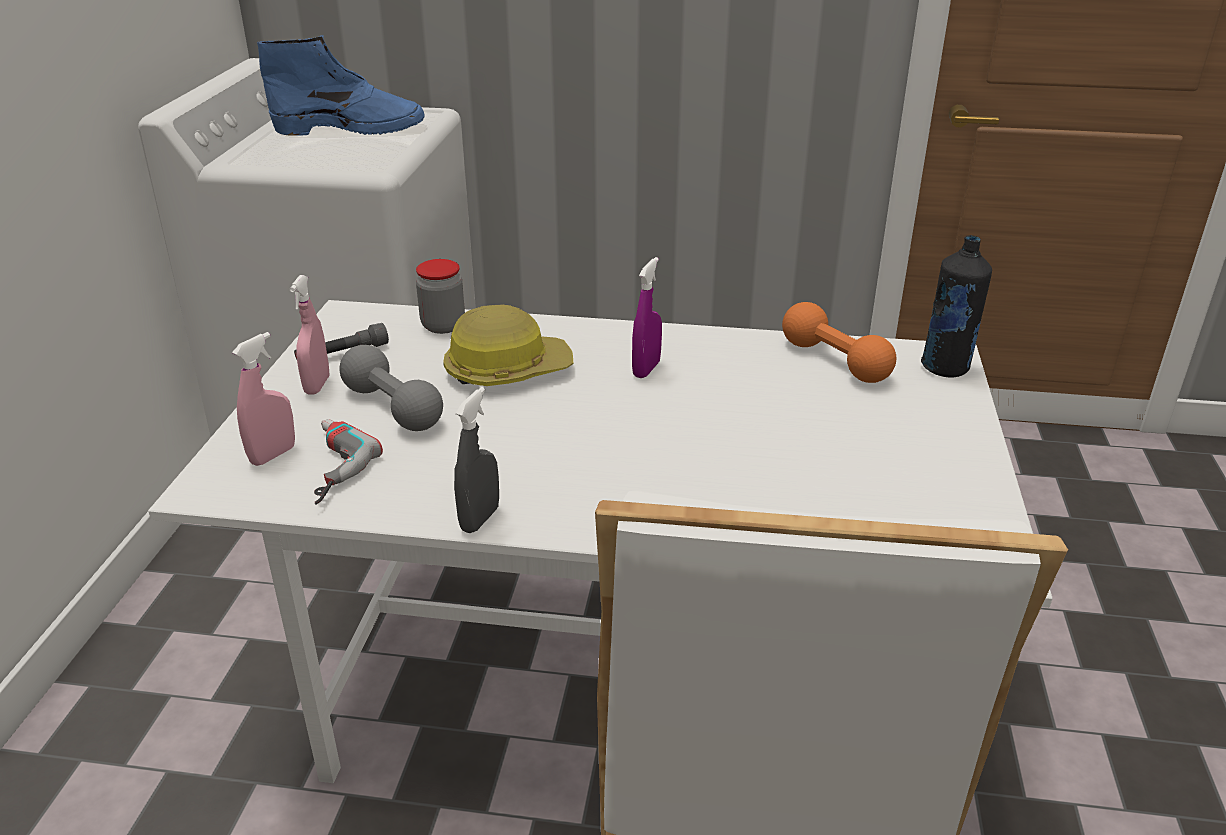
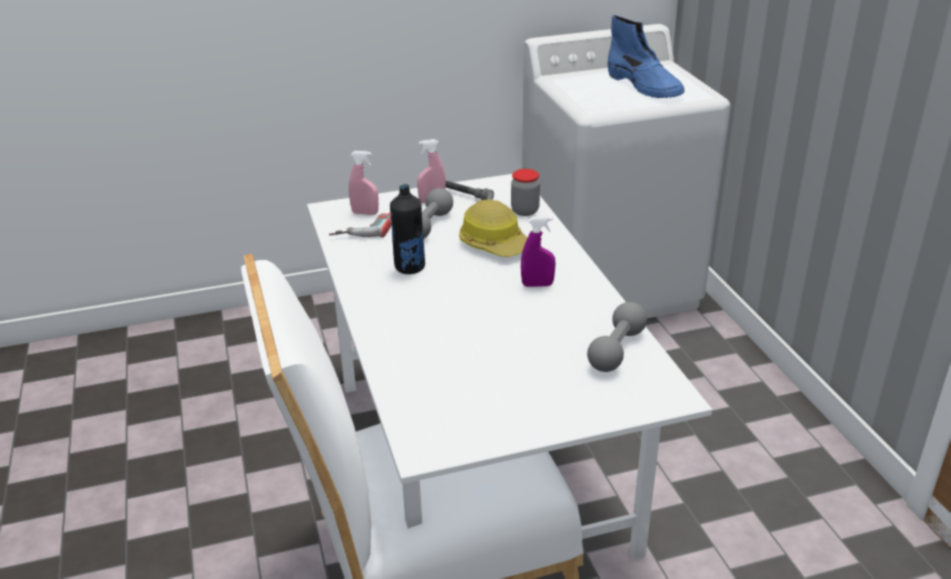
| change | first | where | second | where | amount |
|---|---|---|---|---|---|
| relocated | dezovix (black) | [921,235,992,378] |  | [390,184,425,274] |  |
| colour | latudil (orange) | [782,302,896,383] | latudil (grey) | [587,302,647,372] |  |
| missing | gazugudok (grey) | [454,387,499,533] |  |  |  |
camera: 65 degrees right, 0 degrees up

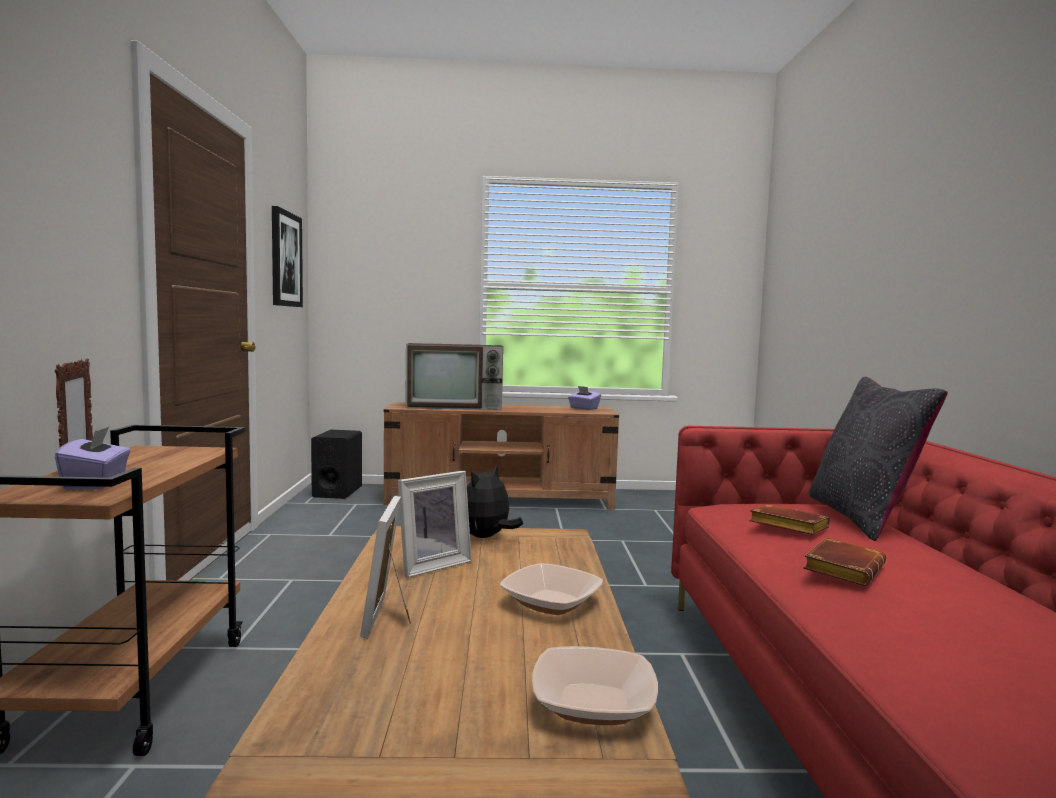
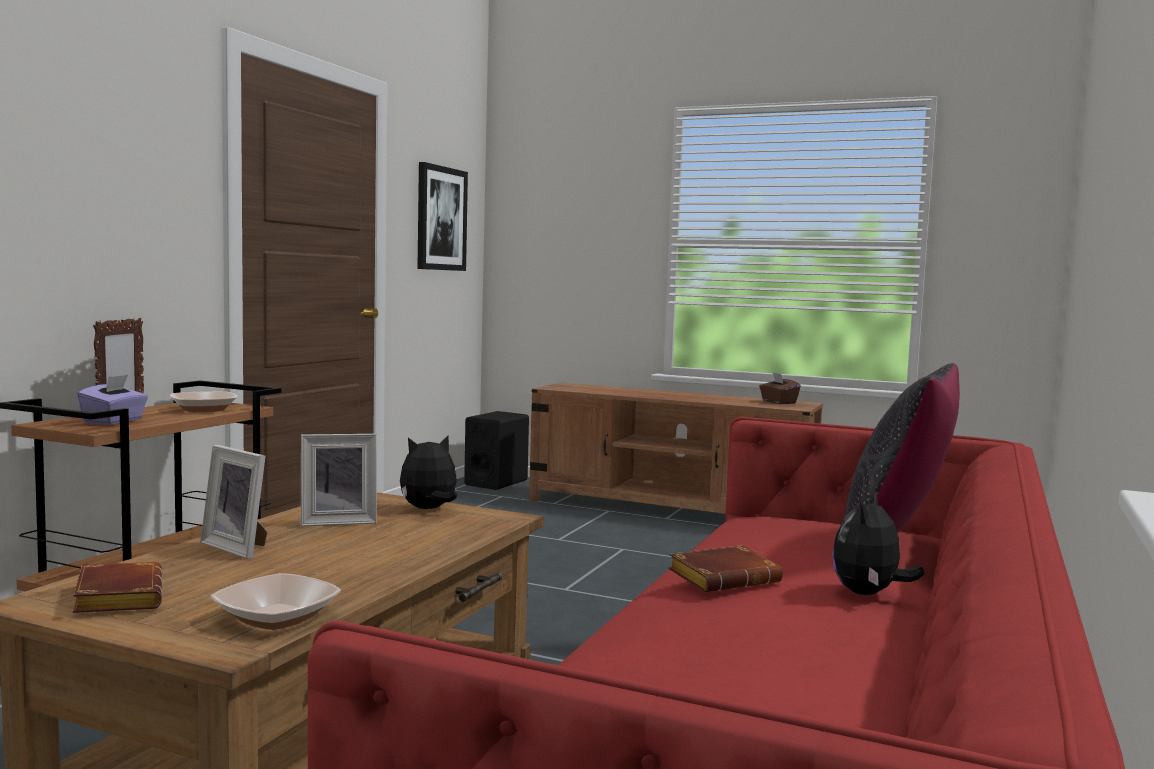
| change | first | where | second | where | amount |
|---|---|---|---|---|---|
| missing | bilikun | [405,343,503,410] |  |  |  |
| colour | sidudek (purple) | [568,386,601,410] | sidudek (brown) | [759,373,801,404] |  |
| spun | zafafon | [360,496,411,638] |  | [200,445,268,559] | 75 degrees counterclockwise |
| relocated | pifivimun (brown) | [749,504,830,535] |  | [73,562,162,613] |  |
| relocated | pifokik | [500,563,603,615] |  | [170,391,237,412] |  |
| appeared |  |  | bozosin | [832,492,924,595] |  |
camera: 25 degrees right, 0 degrees up

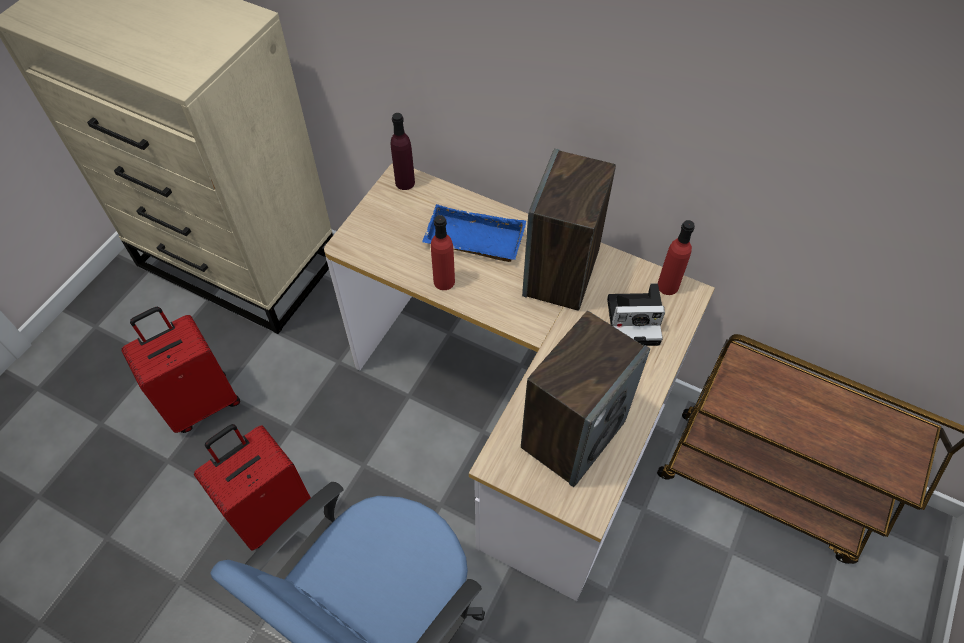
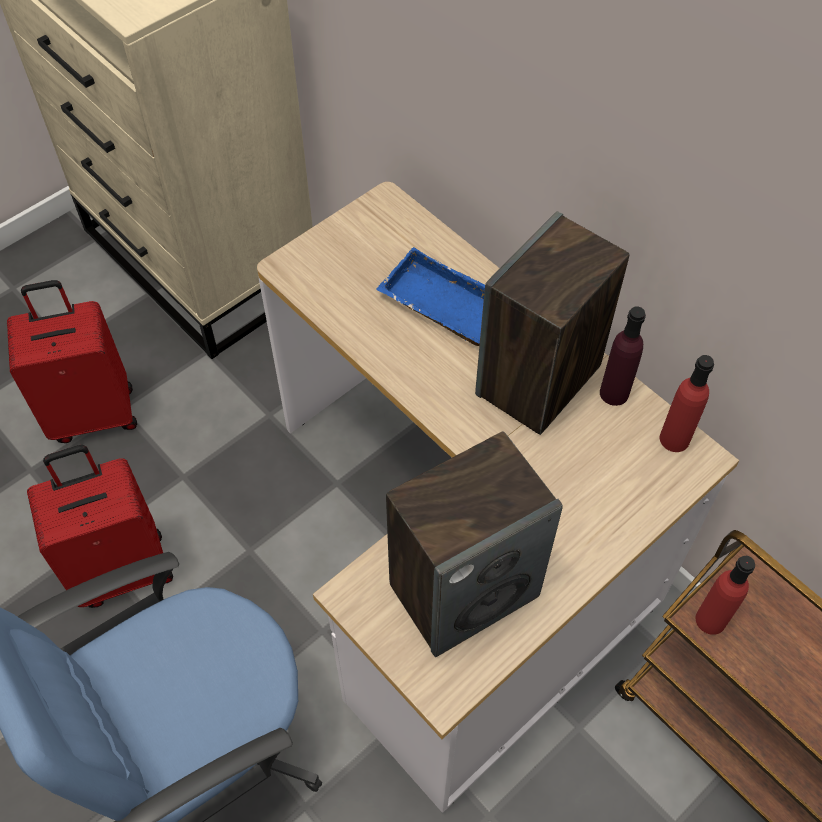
| change | first | where | second | where | amount |
|---|---|---|---|---|---|
| relocated | dezovix (purple) | [391,113,415,190] |  | [600,307,646,406] |  |
| relocated | dezovix (red) | [431,215,455,290] |  | [696,556,755,635] |  |
| missing | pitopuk | [607,283,665,346] |  |  |  |
camera: 20 degrees right, 0 degrees up

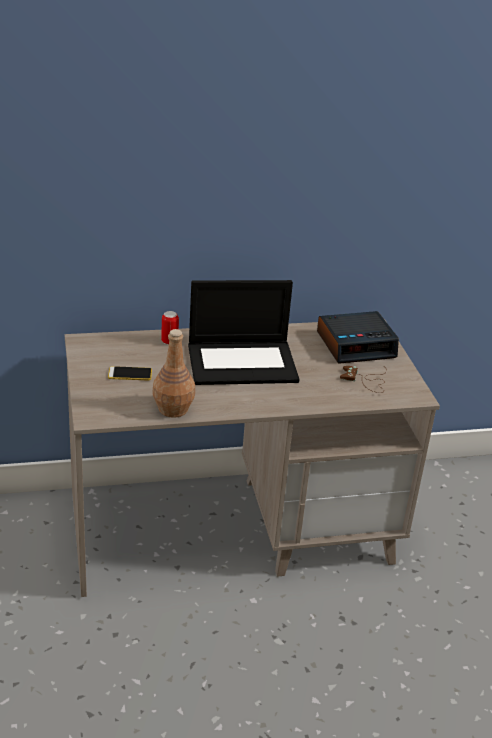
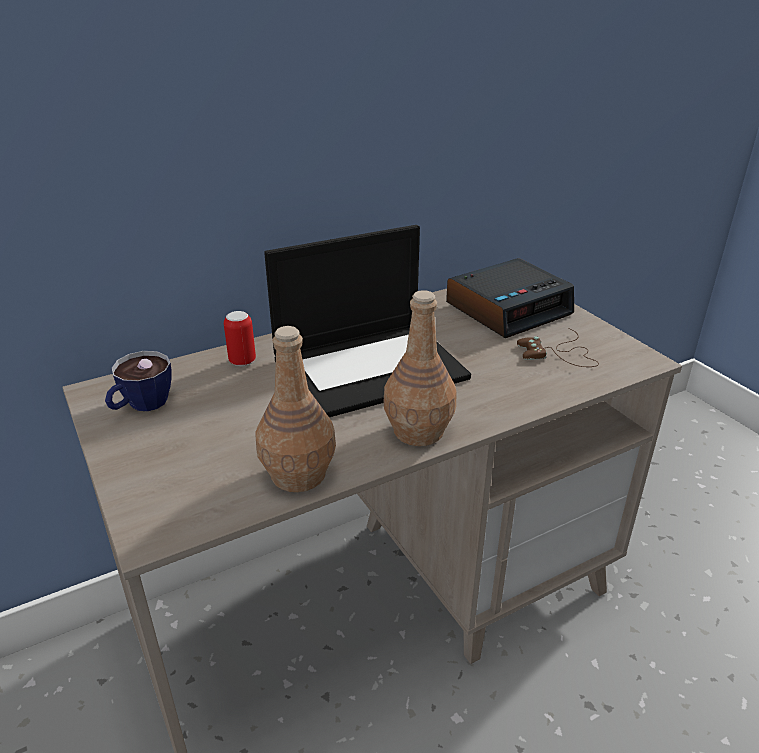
| change | first | where | second | where | amount |
|---|---|---|---|---|---|
| missing | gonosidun | [108,366,152,381] |  |  |  |
| appeared |  |  | dezovix (brown) | [383,290,456,446] |  |
| appeared |  |  | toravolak | [105,351,171,411] |  |
camera: 15 degrees left, 0 degrees up

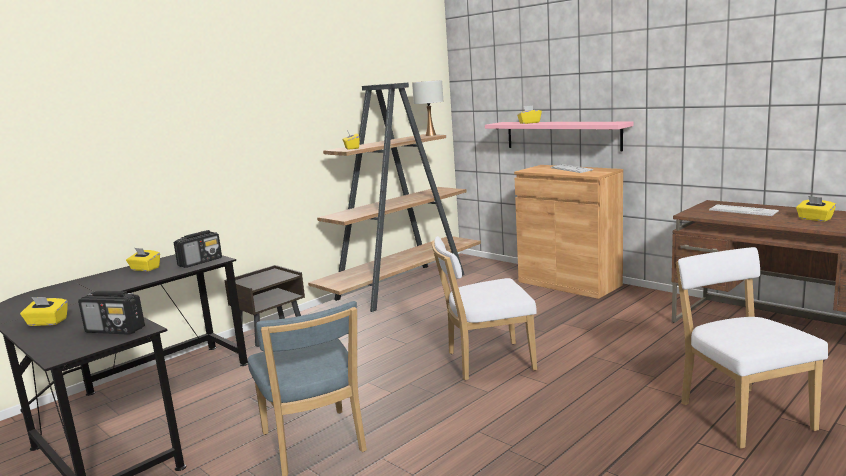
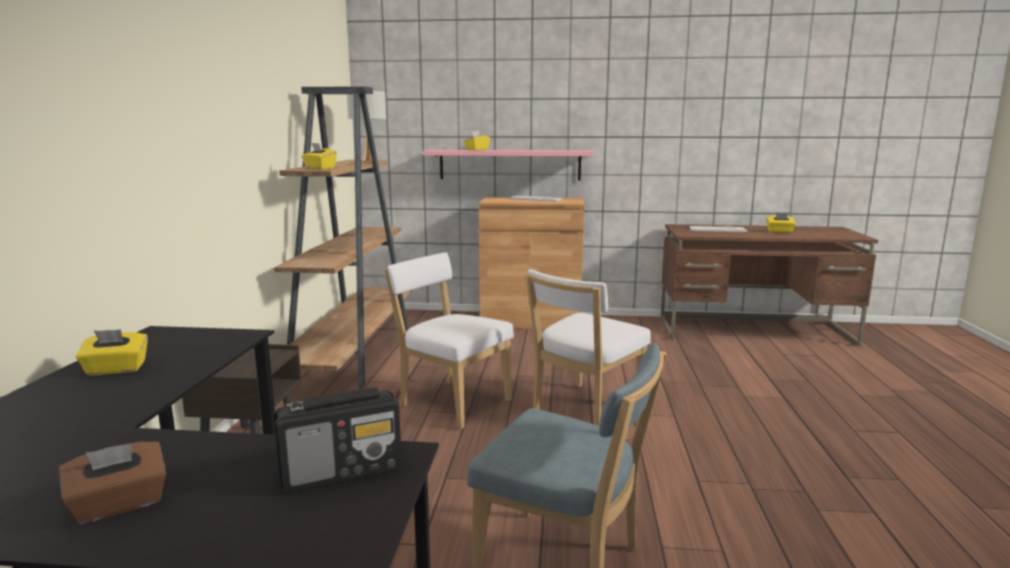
| change | first | where | second | where | amount |
|---|---|---|---|---|---|
| missing | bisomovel | [174,230,222,268] |  |  |  |
| relocated | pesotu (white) | [676,247,828,449] |  | [385,252,514,429] |  |
| colour | sidudek (yellow) | [20,297,68,326] | sidudek (brown) | [59,442,166,525] |  |
camera: 40 degrees left, 0 degrees up

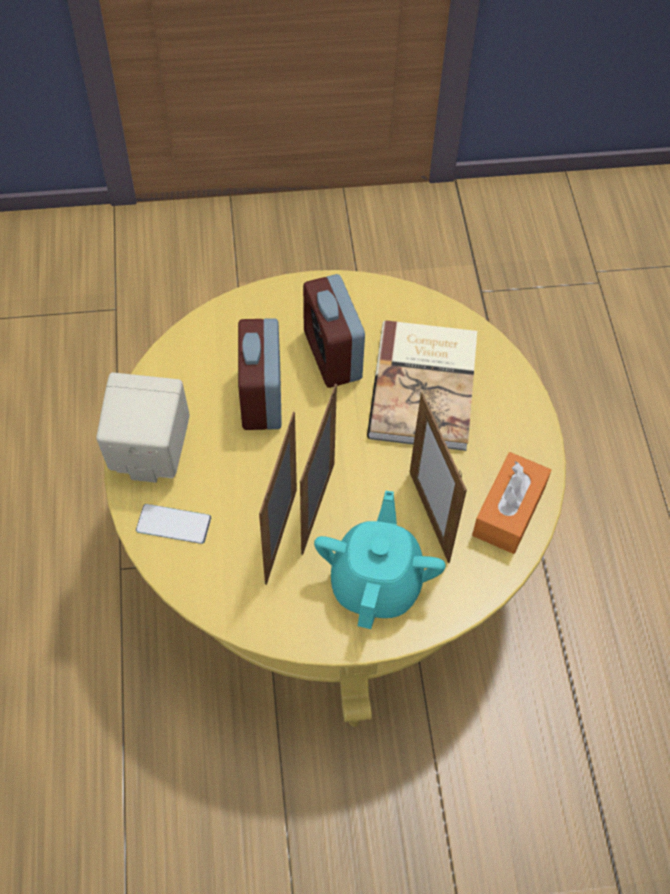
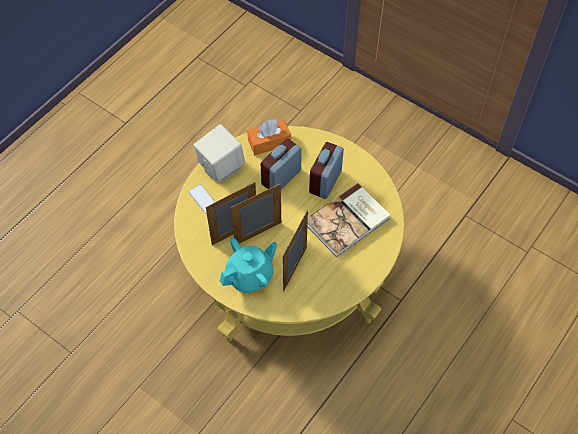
| change | first | where | second | where | amount |
|---|---|---|---|---|---|
| relocated | sidudek (orange) | [472,452,551,554] |  | [247,119,291,155] |  |
camera: 45 degrees right, 0 degrees up

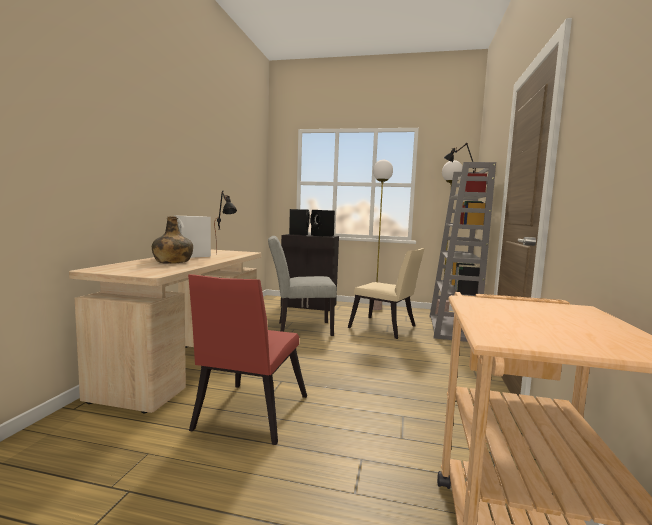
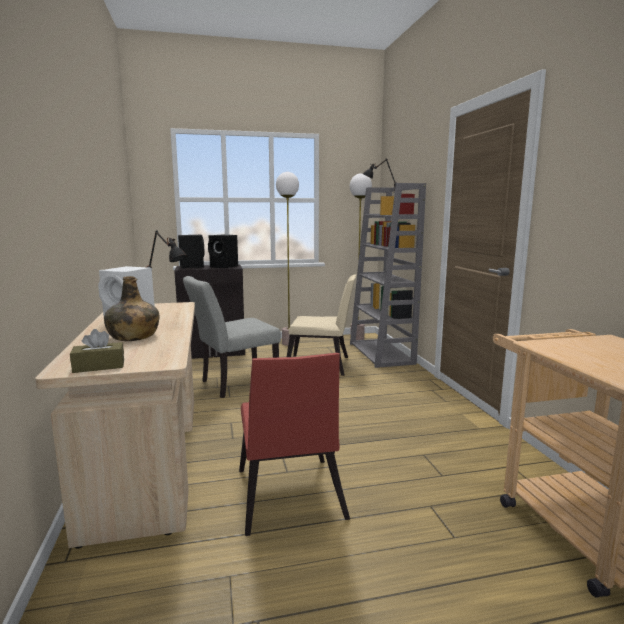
| change | first | where | second | where | amount |
|---|---|---|---|---|---|
| appeared |  |  | sidudek (brown) | [70,329,124,373] |  |
camera: 25 degrees left, 5 degrees up

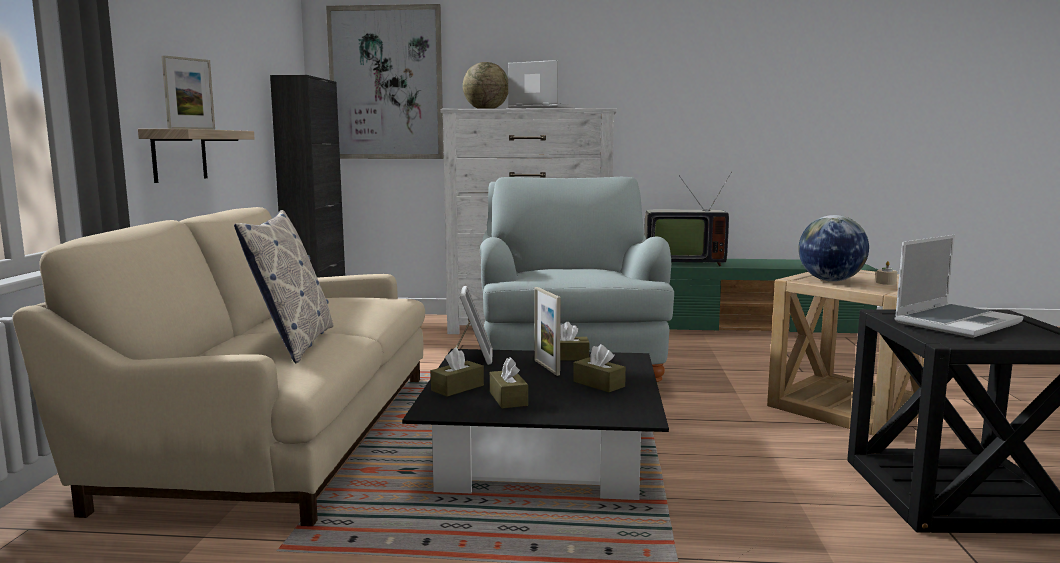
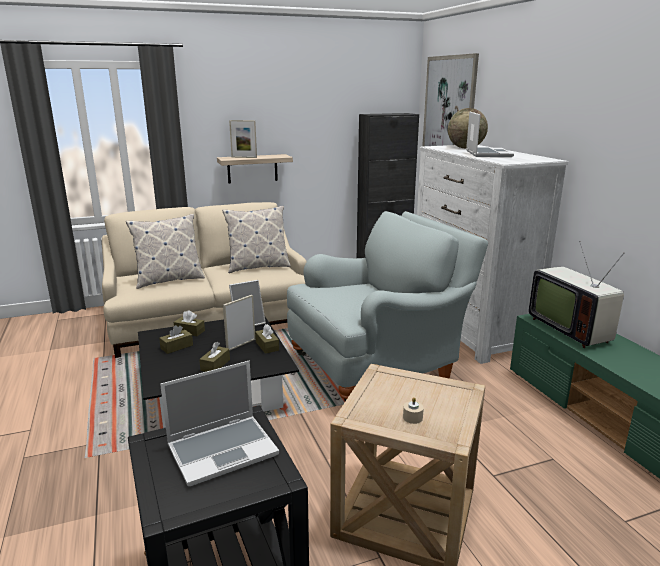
| change | first | where | second | where | amount |
|---|---|---|---|---|---|
| missing | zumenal | [798,215,869,282] |  |  |  |
| spun | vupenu | [894,235,1023,338] |  | [160,361,279,486] | 60 degrees counterclockwise |
| appeared |  |  | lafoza | [222,206,291,273] |  |
camera: 65 degrees right, 10 degrees up

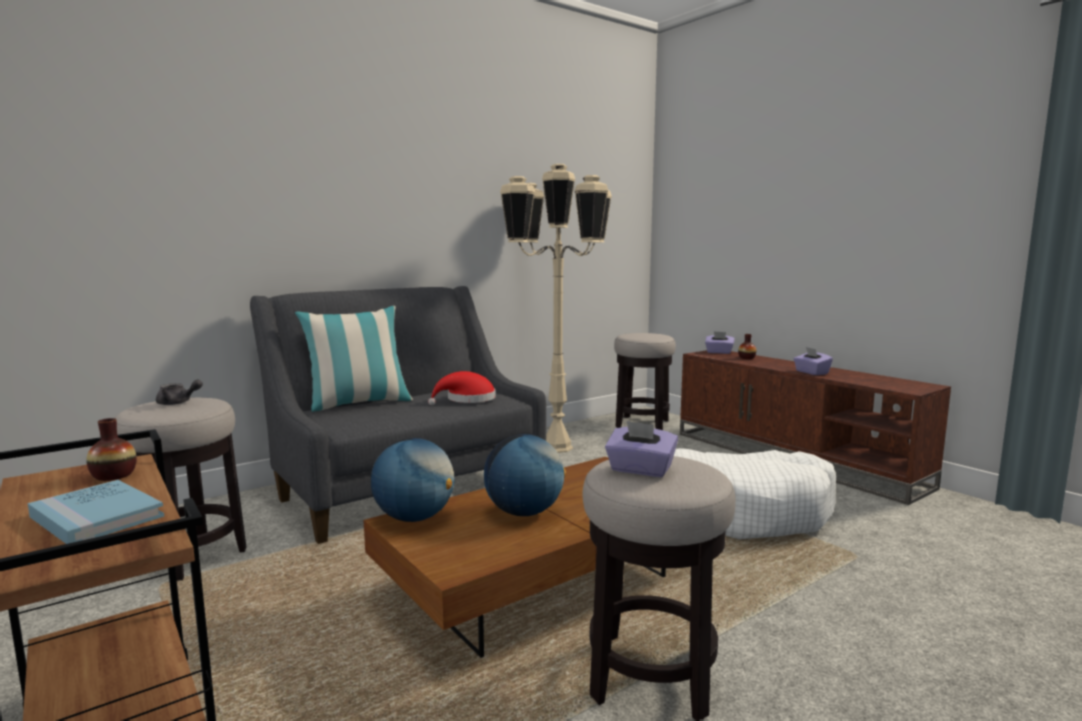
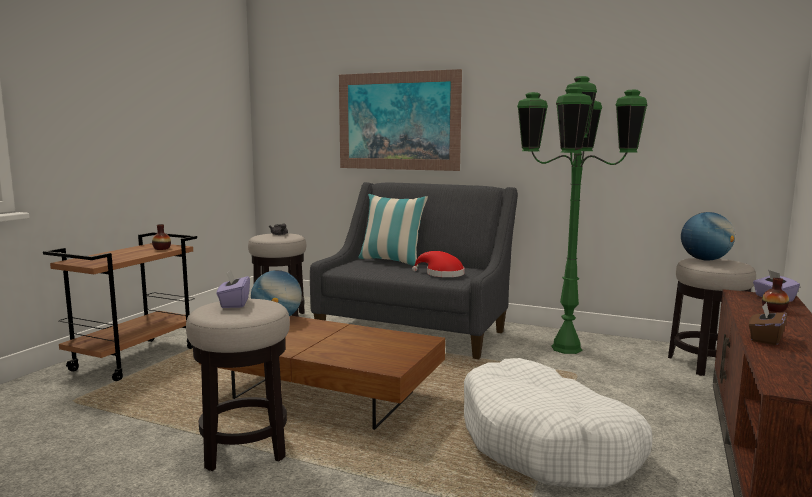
| change | first | where | second | where | amount |
|---|---|---|---|---|---|
| colour | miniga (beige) | [500,164,612,453] | miniga (green) | [517,76,647,354] |  |
| colour | sidudek (purple) | [794,347,833,375] | sidudek (brown) | [749,302,787,345] |  |
| relocated | zumenal | [484,434,566,516] |  | [681,212,735,261] |  |
| missing | pifivimun (blue) | [28,480,164,544] |  |  |  |
| appeared |  |  | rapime | [339,69,462,171] |  |
camera: 60 degrees right, 0 degrees up

